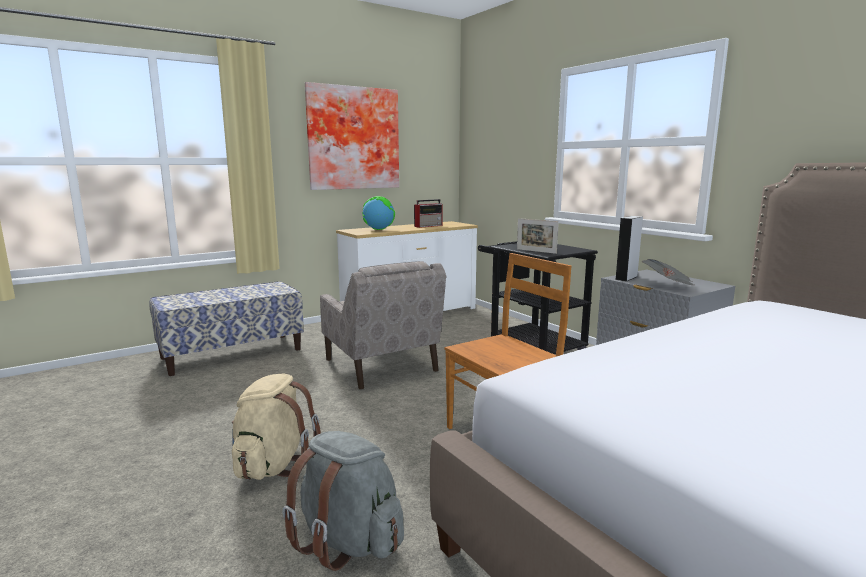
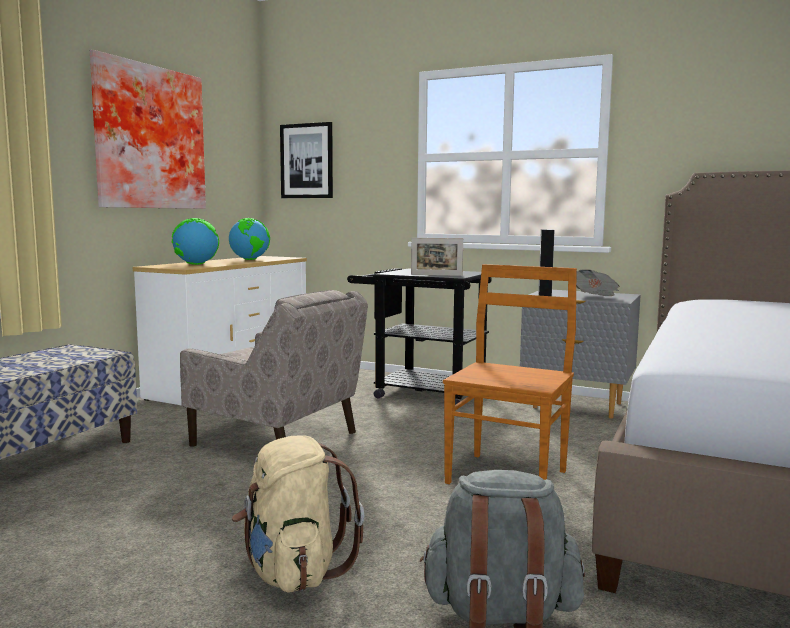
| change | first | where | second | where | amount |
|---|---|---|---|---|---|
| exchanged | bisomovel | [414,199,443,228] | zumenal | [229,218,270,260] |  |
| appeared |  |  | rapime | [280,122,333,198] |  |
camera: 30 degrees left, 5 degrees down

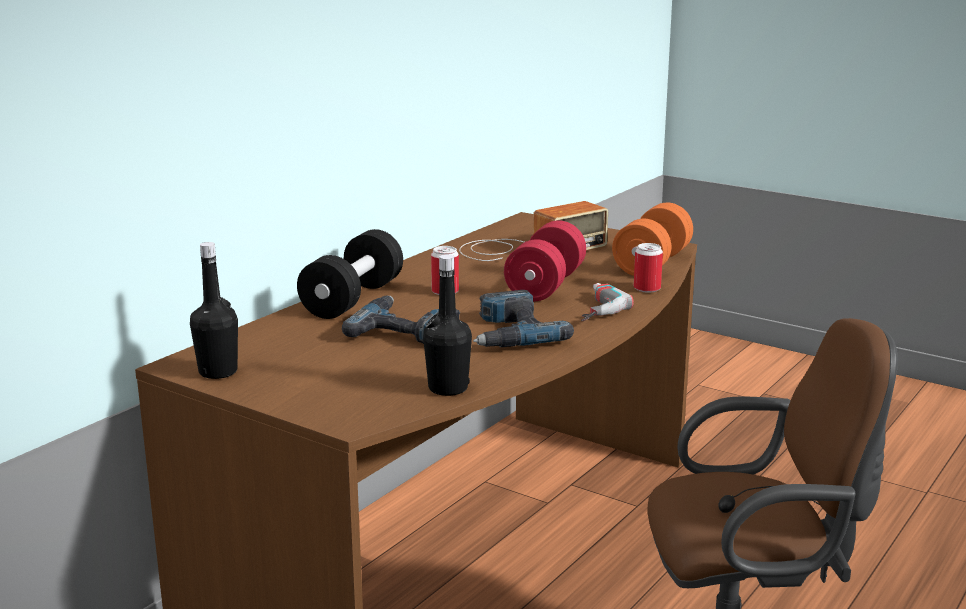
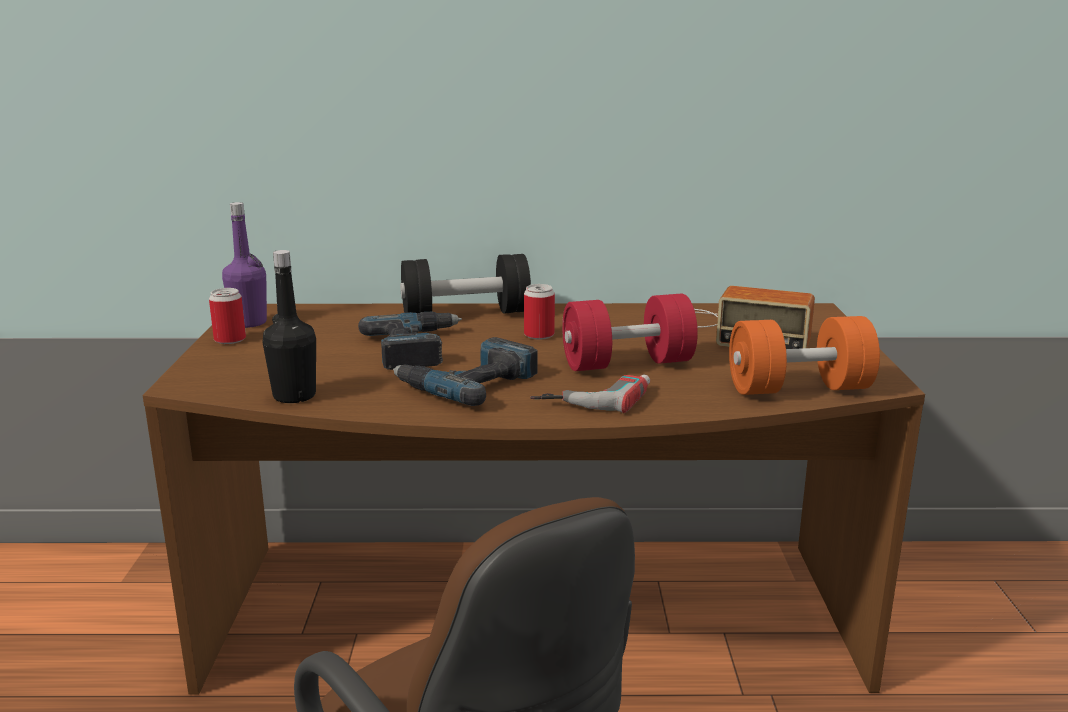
| change | first | where | second | where | amount |
|---|---|---|---|---|---|
| colour | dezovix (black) | [190,242,238,379] | dezovix (purple) | [222,202,267,328] |  |
| relocated | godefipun | [634,243,663,293] |  | [209,288,246,344] |  |
camera: 55 degrees right, 0 degrees up

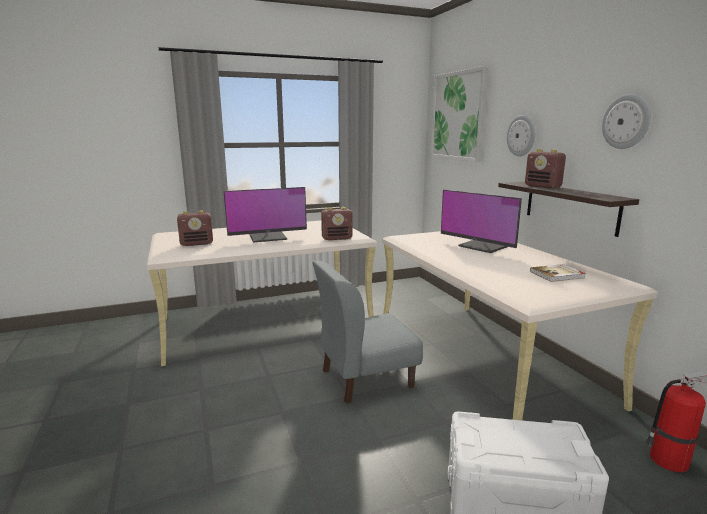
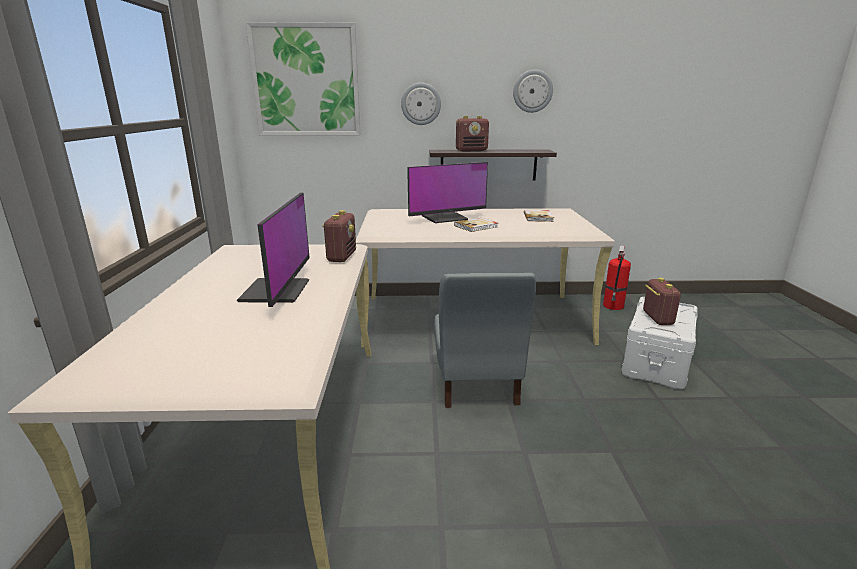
| change | first | where | second | where | amount |
|---|---|---|---|---|---|
| relocated | bisomovel | [177,210,213,246] |  | [643,278,681,325] |  |
| appeared |  |  | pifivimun | [454,218,498,232] |  |
camera: 70 degrees left, 5 degrees up

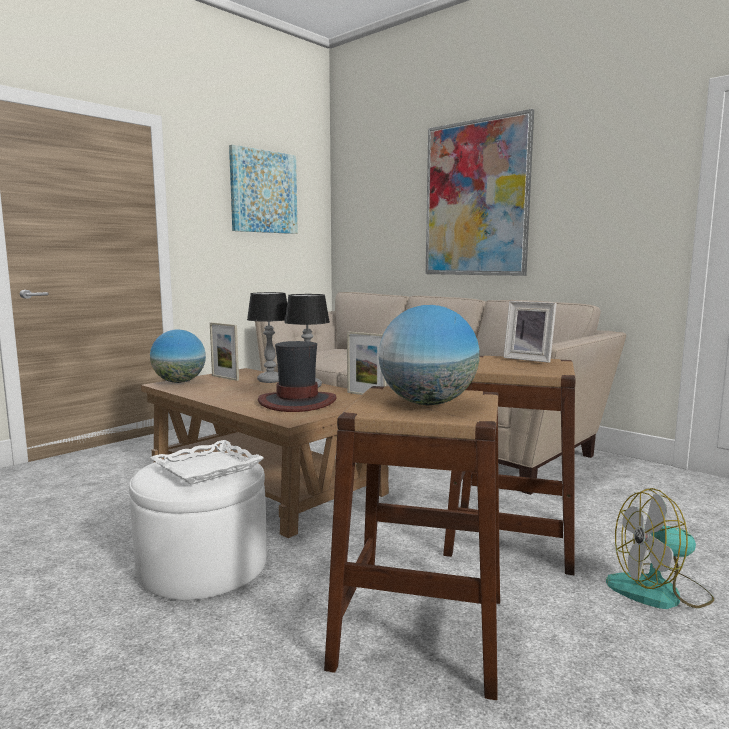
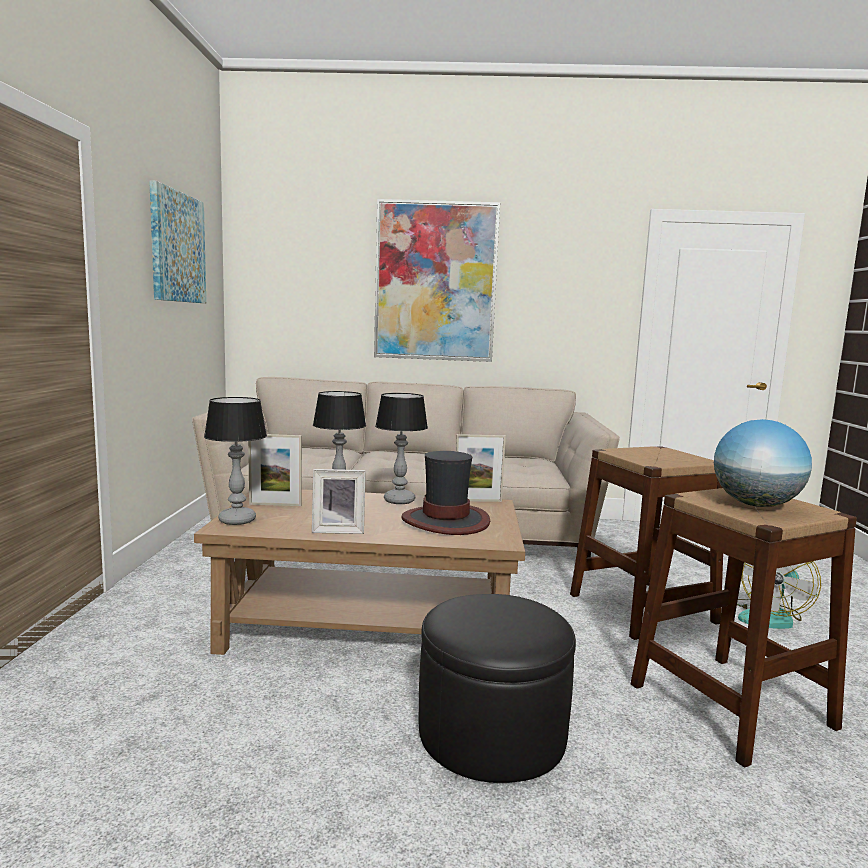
| change | first | where | second | where | amount |
|---|---|---|---|---|---|
| relocated | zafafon | [503,301,557,363] |  | [312,469,366,534] |  |
| exchanged | zumenal | [150,330,206,383] | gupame | [204,397,267,525] |  |
| missing | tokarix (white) | [150,440,264,485] |  |  |  |
| colour | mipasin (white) | [129,452,267,600] | mipasin (black) | [419,594,576,783] |  |
camera: 40 degrees left, 0 degrees up

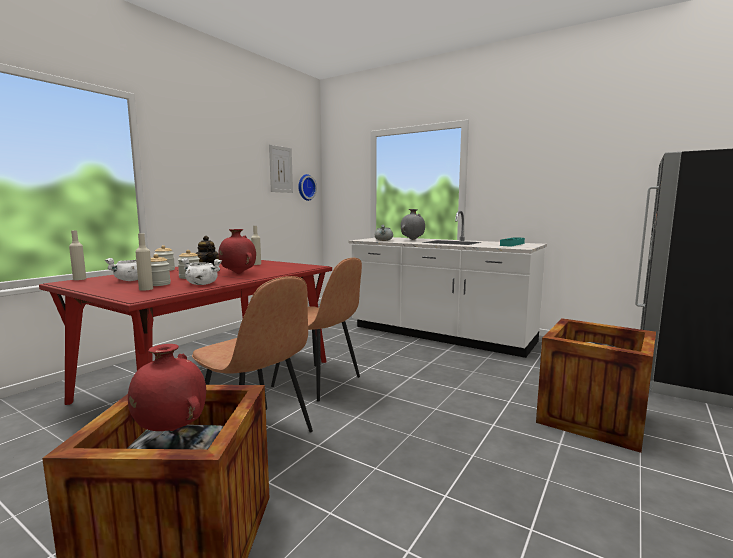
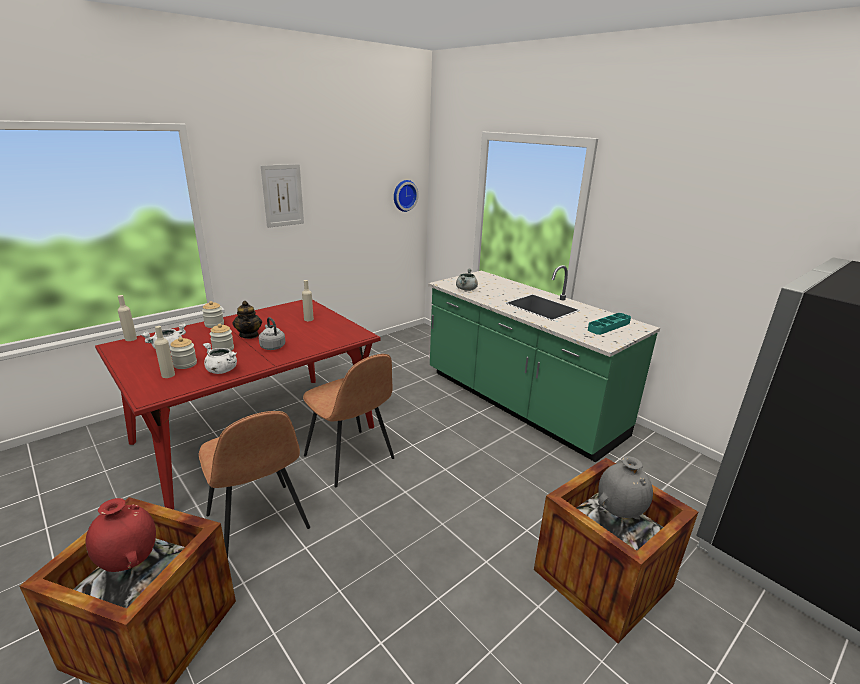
| change | first | where | second | where | amount |
|---|---|---|---|---|---|
| relocated | rapime | [269,145,293,193] |  | [260,164,304,228] |  |
| relocated | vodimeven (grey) | [401,209,425,240] |  | [598,456,653,519] |  |
| colour | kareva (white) | [349,211,547,358] | kareva (green) | [428,265,660,462] |  |
| exchanged | vodimeven (red) | [219,229,256,274] | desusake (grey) | [259,317,285,350] |  |
camera: 15 degrees right, 15 degrees up

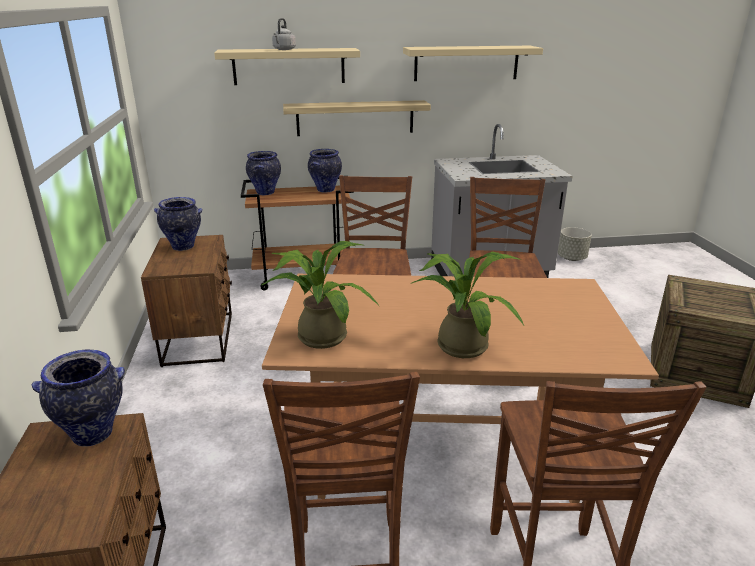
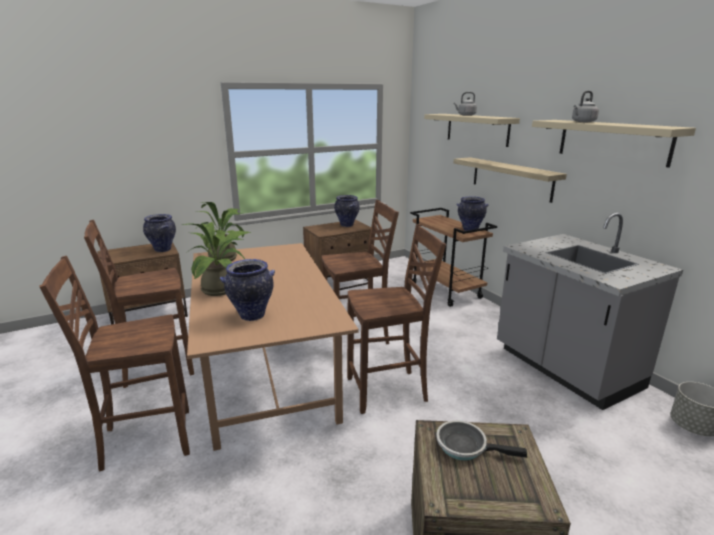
| change | first | where | second | where | amount |
|---|---|---|---|---|---|
| relocated | vodimeven | [246,151,281,195] |  | [220,259,275,321] |  |
| appeared |  |  | desusake (grey) | [572,91,599,122] |  |
| appeared |  |  | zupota | [436,420,527,461] |  |
camera: 70 degrees right, 5 degrees down

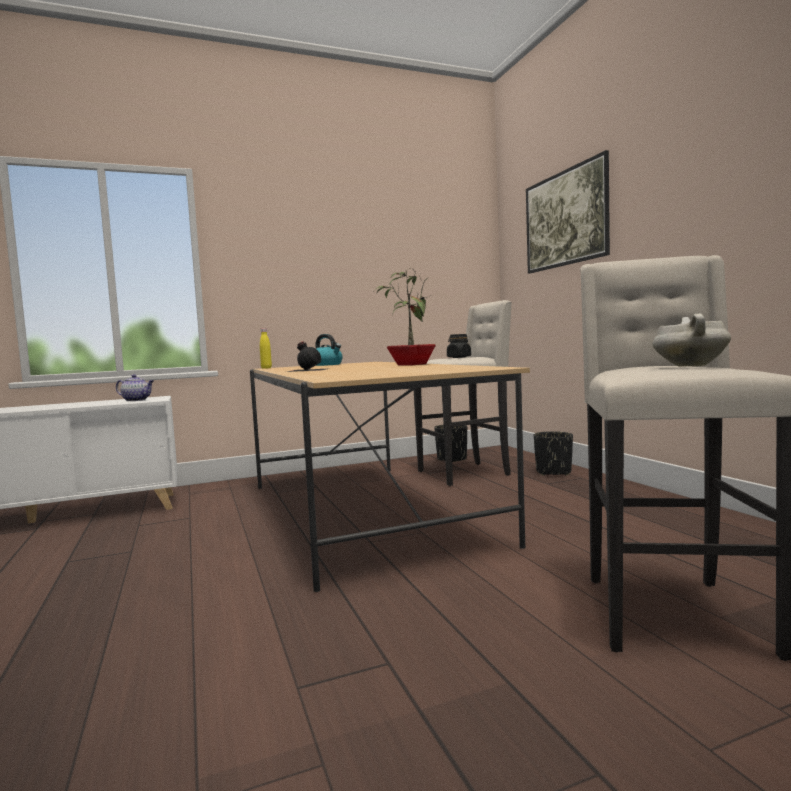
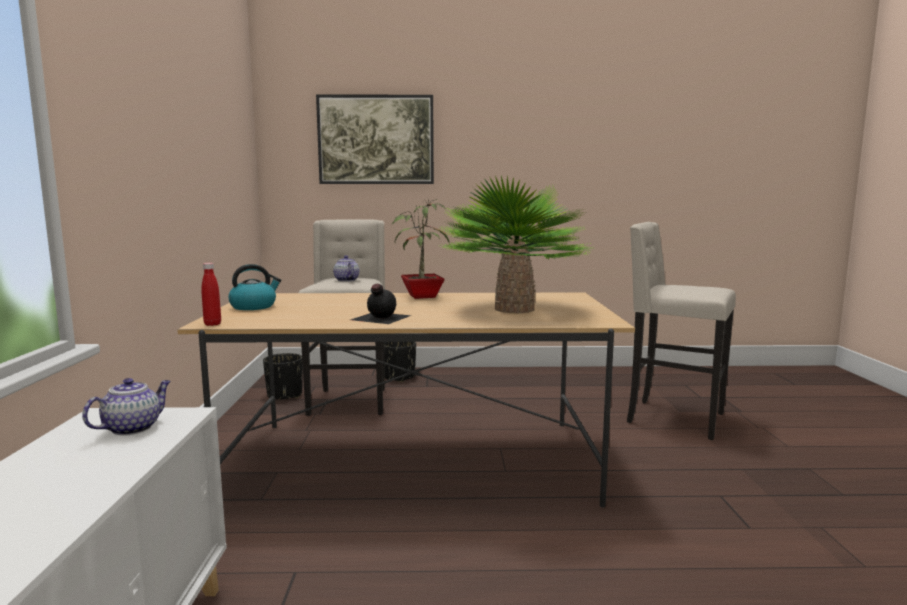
| change | first | where | second | where | amount |
|---|---|---|---|---|---|
| missing | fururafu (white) | [653,313,731,367] |  |  |  |
| colour | dezovix (yellow) | [260,328,272,369] | dezovix (red) | [201,263,221,326] |  |
| exchanged | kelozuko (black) | [447,334,471,358] | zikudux | [333,255,359,282] |  |
| appeared |  |  | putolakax | [439,176,595,313] |  |
camera: 70 degrees left, 5 degrees up

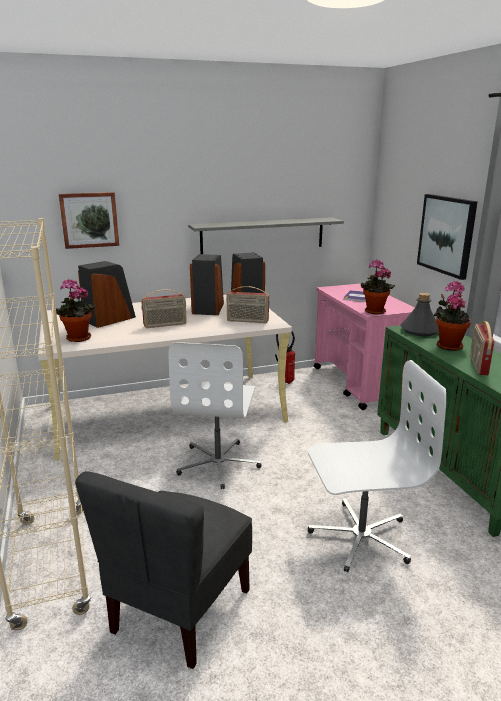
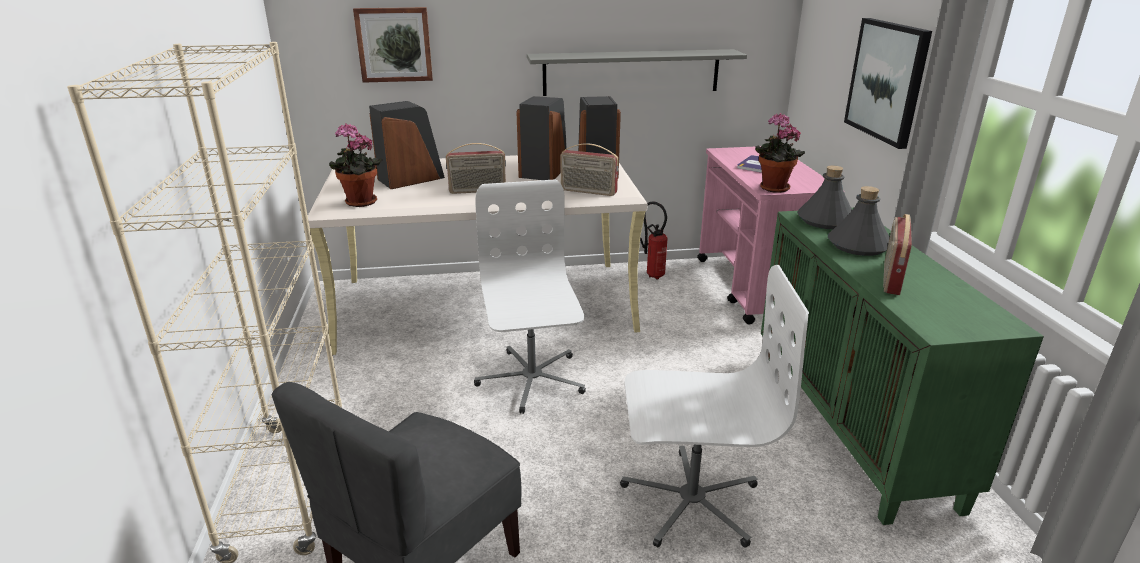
| change | first | where | second | where | amount |
|---|---|---|---|---|---|
| exchanged | putolakax | [434,281,471,351] | dezovix (grey) | [828,186,890,256] |  |
| spun | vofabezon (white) | [169,342,262,489] |  | [474,179,586,414] | 150 degrees clockwise |
camera: 10 degrees right, 5 degrees up

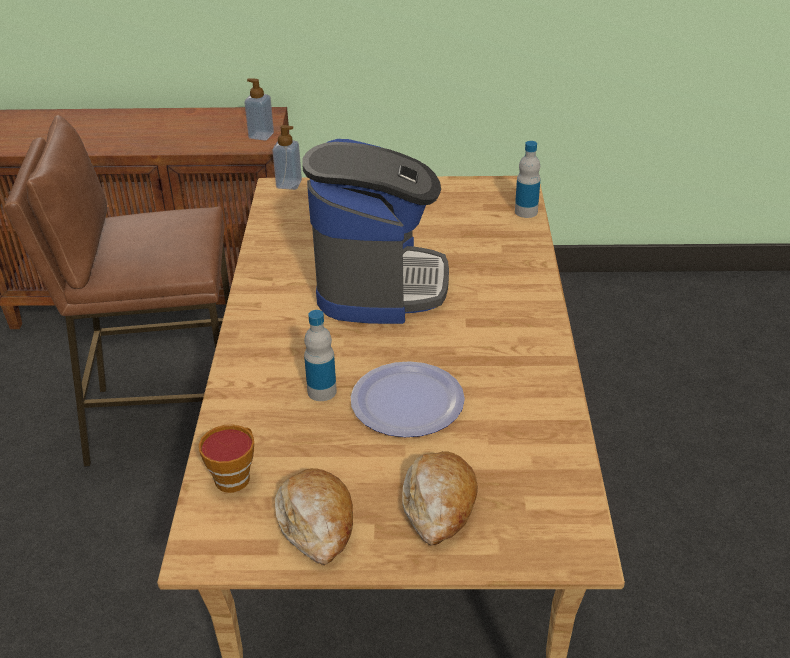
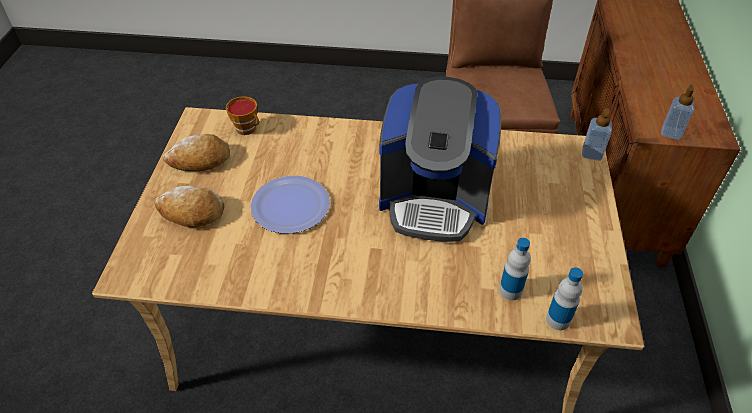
| change | first | where | second | where | amount |
|---|---|---|---|---|---|
| relocated | dezovix | [304,310,337,401] |  | [499,238,531,300] |  |
camera: 95 degrees right, 10 degrees up

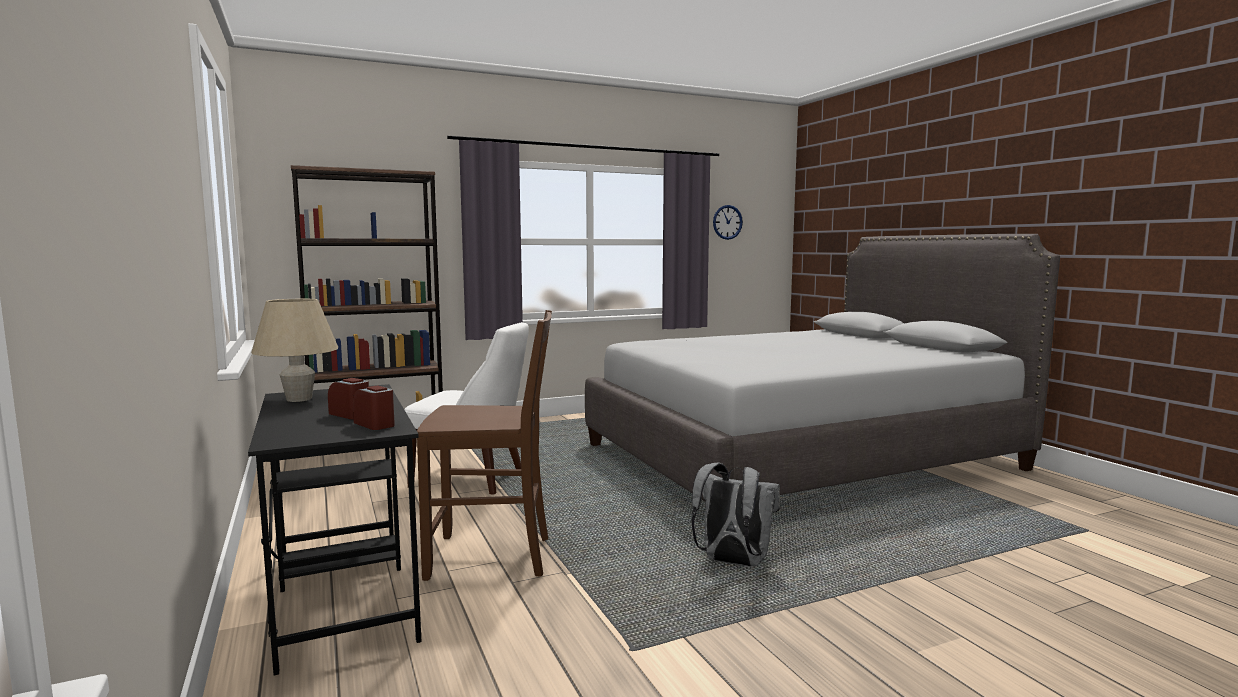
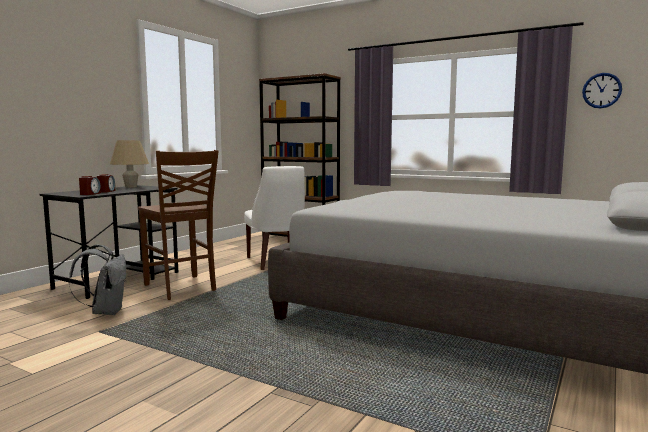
| change | first | where | second | where | amount |
|---|---|---|---|---|---|
| relocated | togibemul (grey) | [692,463,780,567] |  | [69,244,127,315] |  |
camera: 55 degrees right, 0 degrees up

